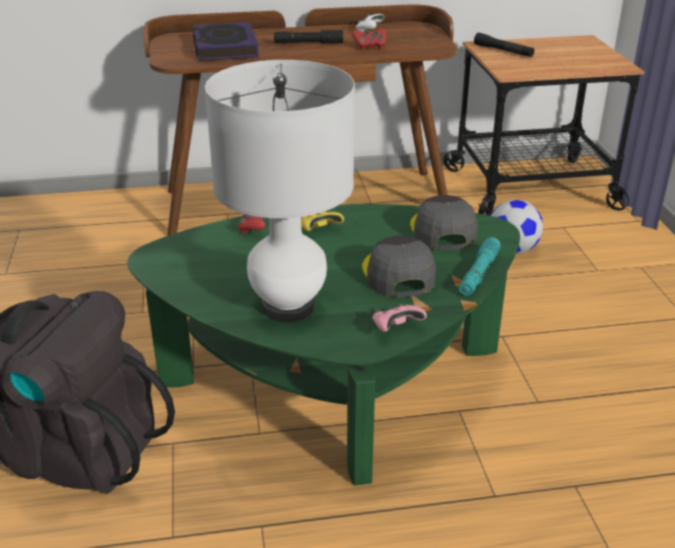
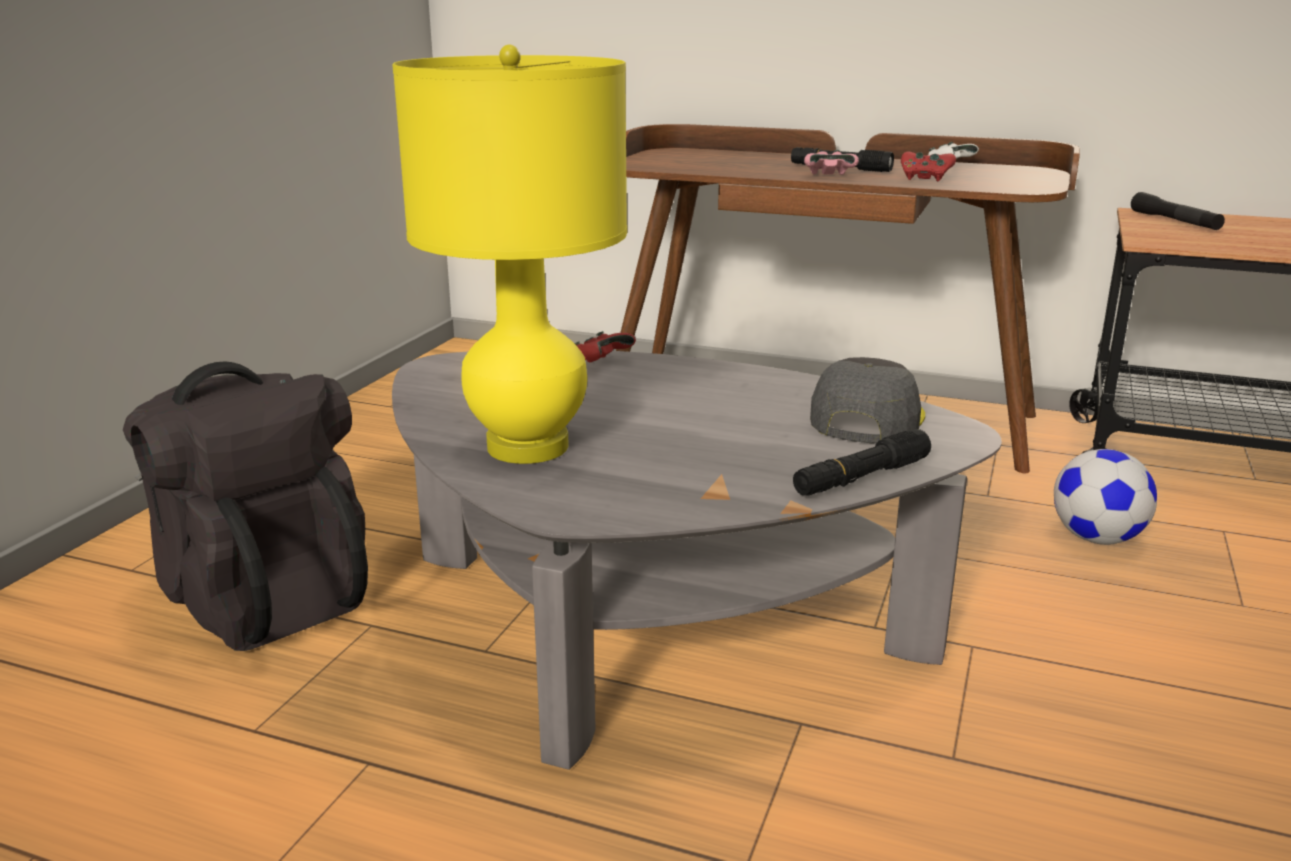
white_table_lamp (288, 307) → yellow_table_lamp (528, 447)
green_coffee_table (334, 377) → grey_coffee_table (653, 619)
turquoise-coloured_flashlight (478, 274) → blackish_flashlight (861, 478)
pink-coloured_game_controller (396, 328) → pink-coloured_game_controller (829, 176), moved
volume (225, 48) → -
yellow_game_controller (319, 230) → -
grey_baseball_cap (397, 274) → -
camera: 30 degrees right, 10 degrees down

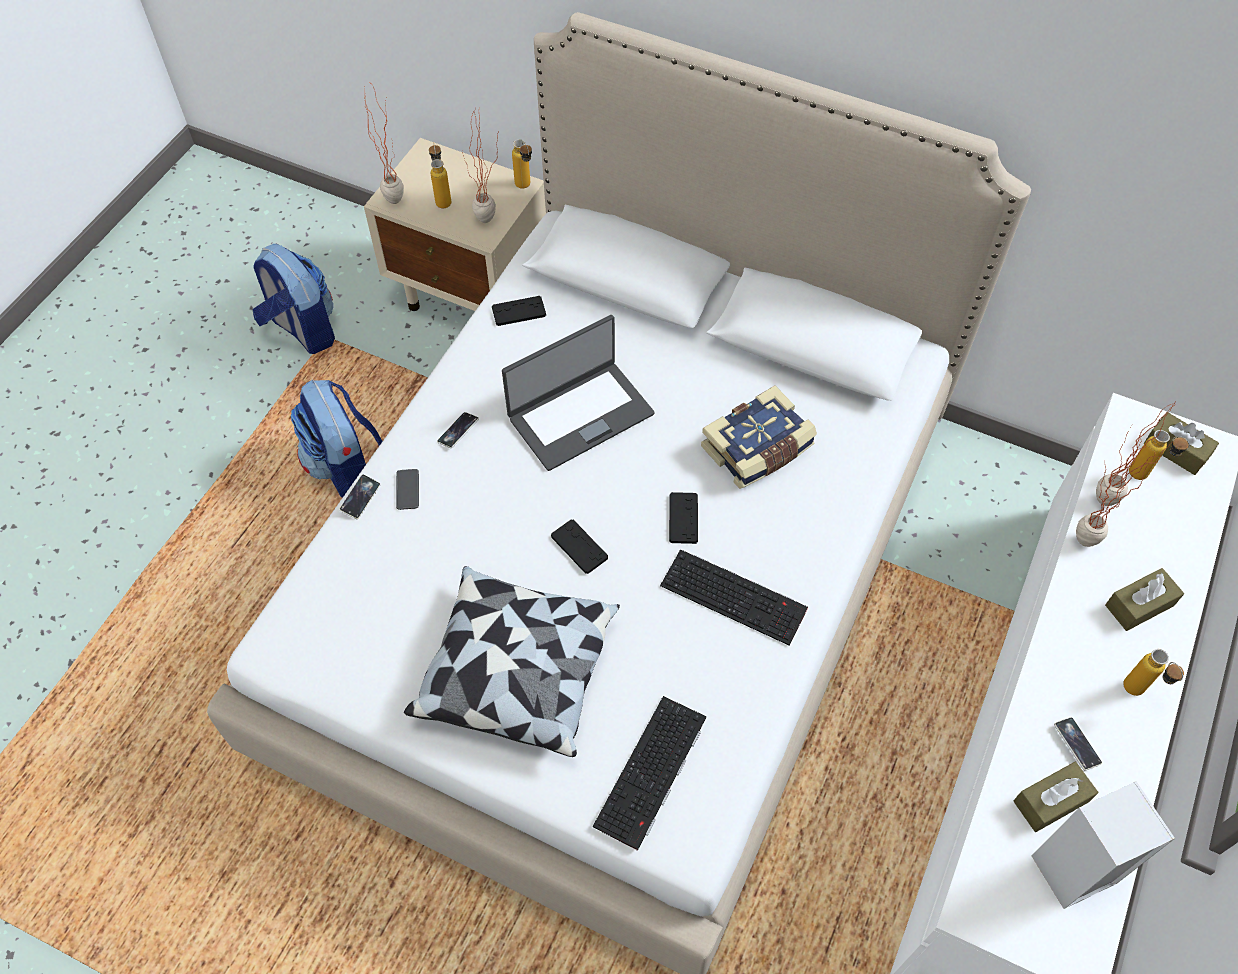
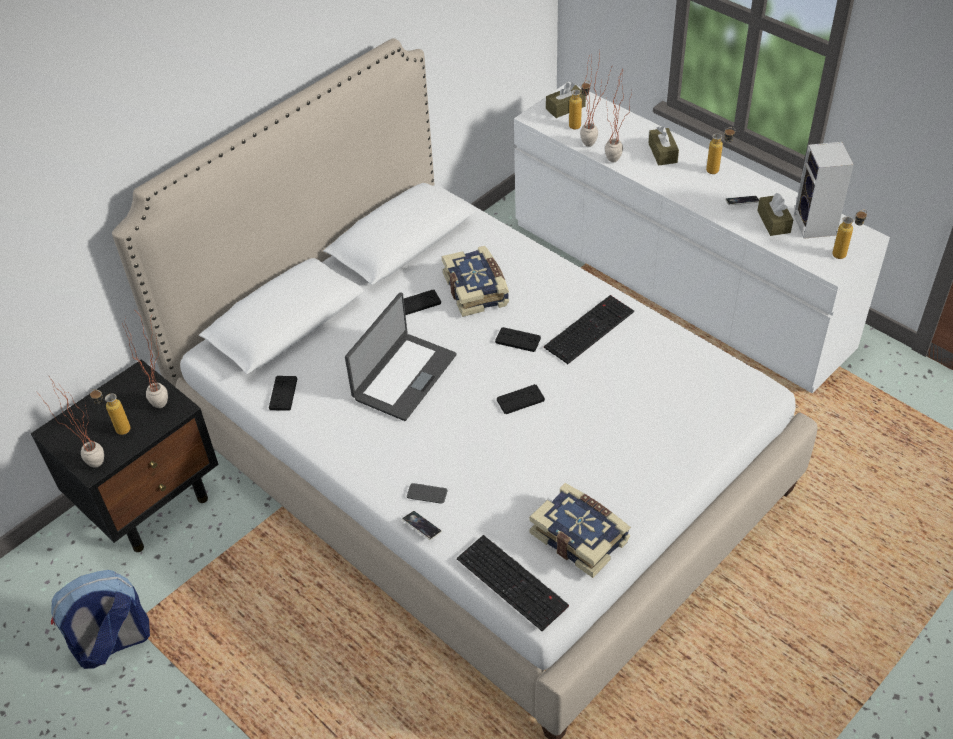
beige-coloured_night_table (471, 294) → blackish_night_table (150, 501)
portable_computer (579, 415) → portable_computer (403, 376), 45 degrees clockwise
- → blackish_game_controller (419, 303)
keyboard (652, 774) → keyboard (514, 582), moved
- → volume (580, 536)
beverage_bottle (525, 188) → beverage_bottle (844, 254), moved
backpack (346, 466) → -
cushion (517, 670) → -
telephone (458, 432) → -
camera: 70 degrees left, 10 degrees down

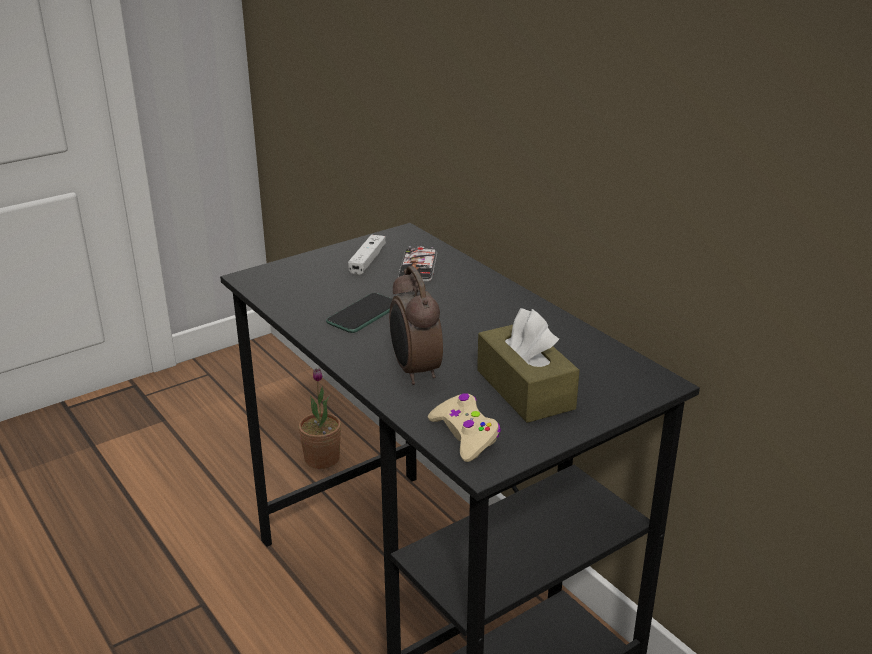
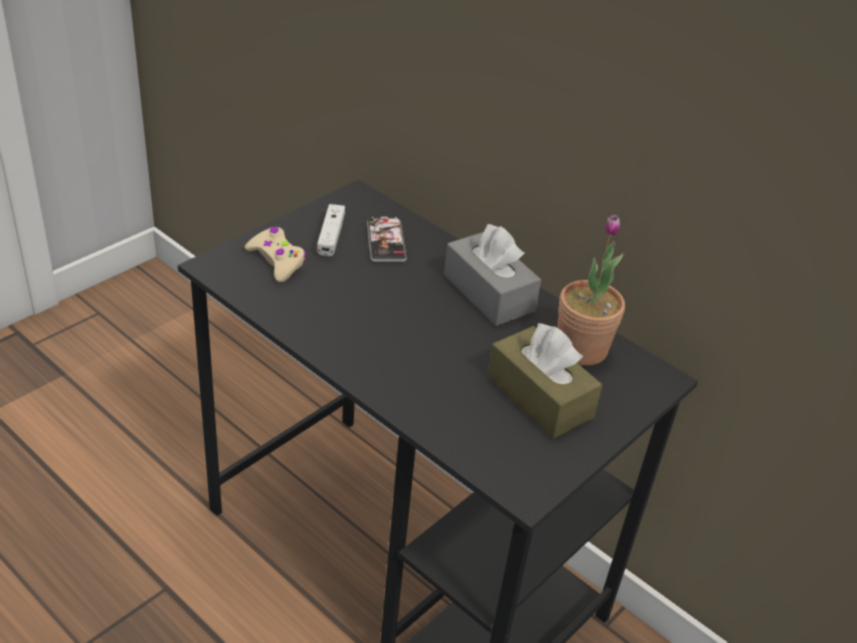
beige-coloured_game_controller (465, 435) → beige-coloured_game_controller (277, 260), moved
- → grey_tissue_box (488, 293)
houseplant (322, 458) → houseplant (581, 349), moved
telephone (363, 314) → -
bedside_clock (414, 371) → -
camera: 15 degrees left, 10 degrees up

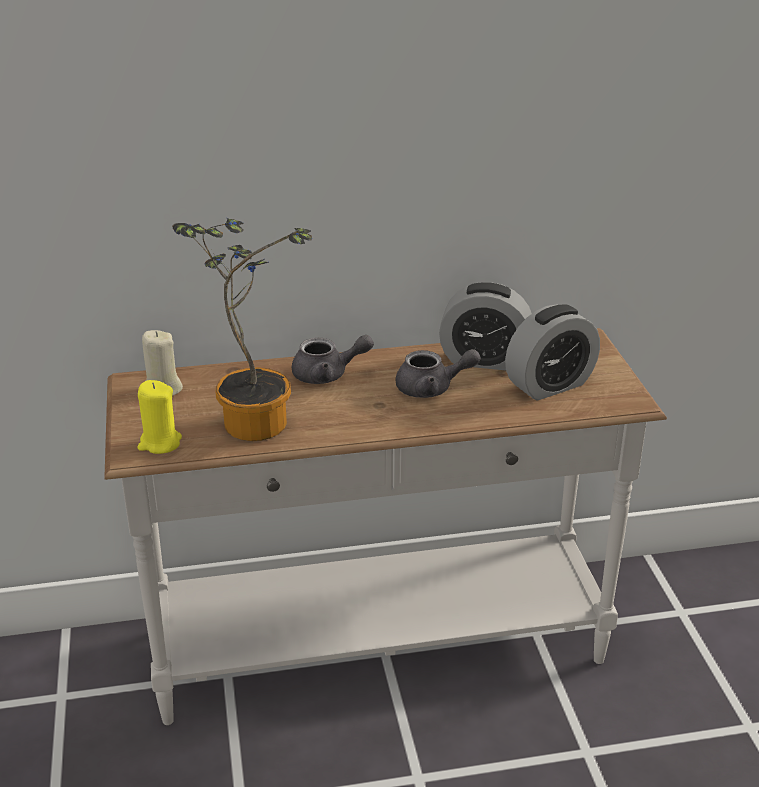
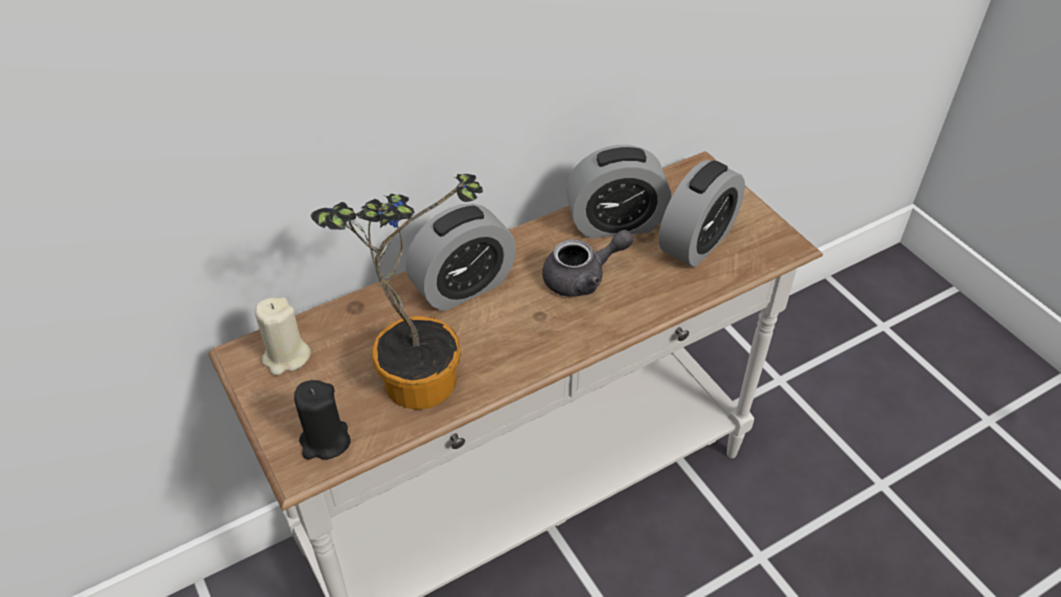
yellow_wax_light (159, 443) → blackish_wax_light (325, 441)
grey_tea_pot (328, 375) → bedside_clock (463, 286)
camera: 20 degrees left, 15 degrees up

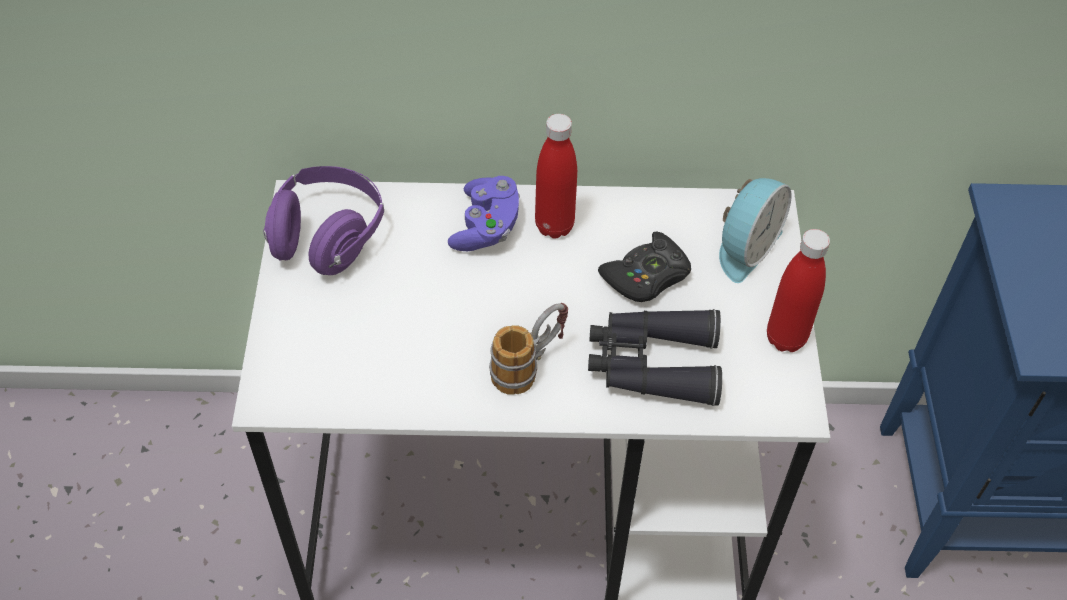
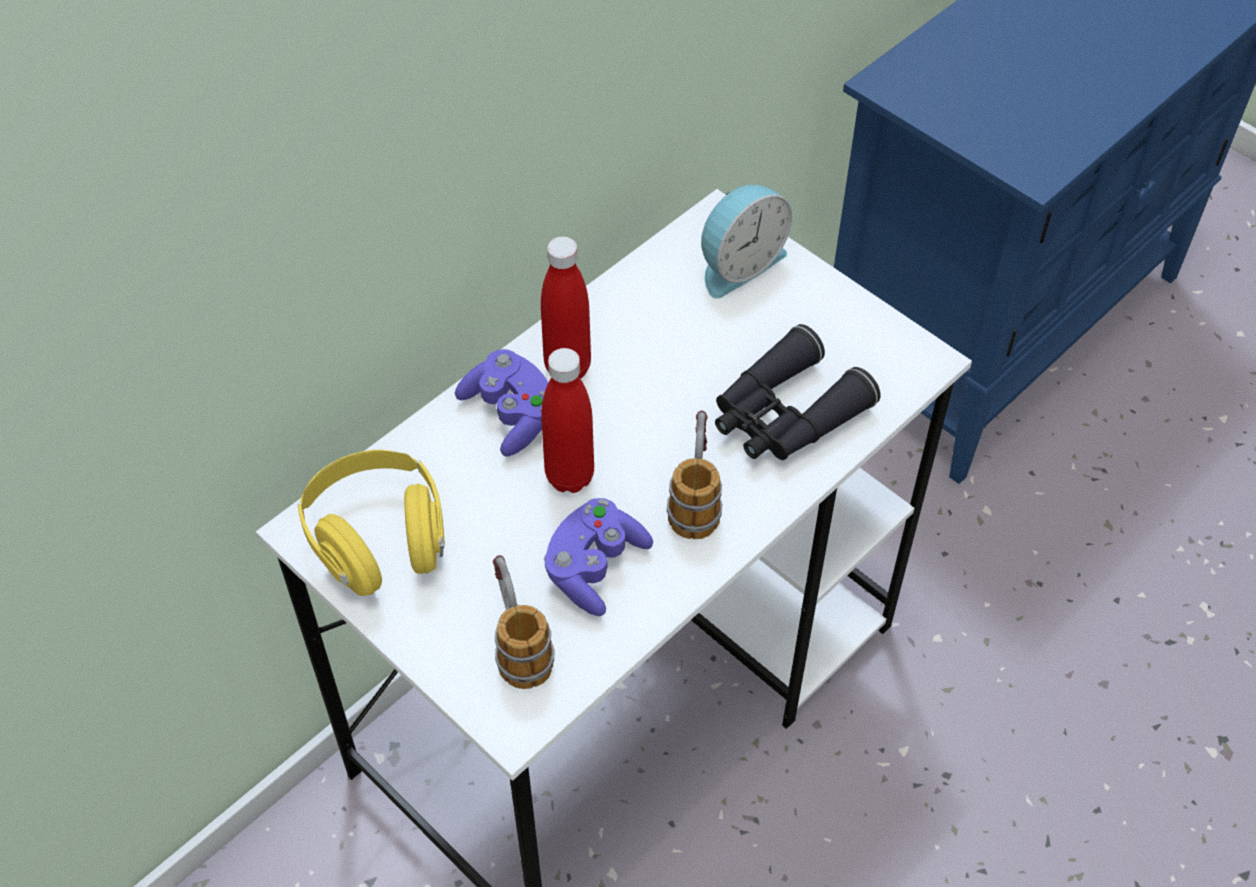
purple-coloured_headset (327, 237) → yellow_headset (379, 541)
- → mug (518, 643)
reddish_beverage_bottle (785, 338) → reddish_beverage_bottle (569, 476), moved
- → purple-coloured_game_controller (594, 568)
bedside_clock (745, 247) → bedside_clock (738, 264), 60 degrees clockwise
blackish_game_controller (646, 276) → -
camera: 45 degrees left, 0 degrees up

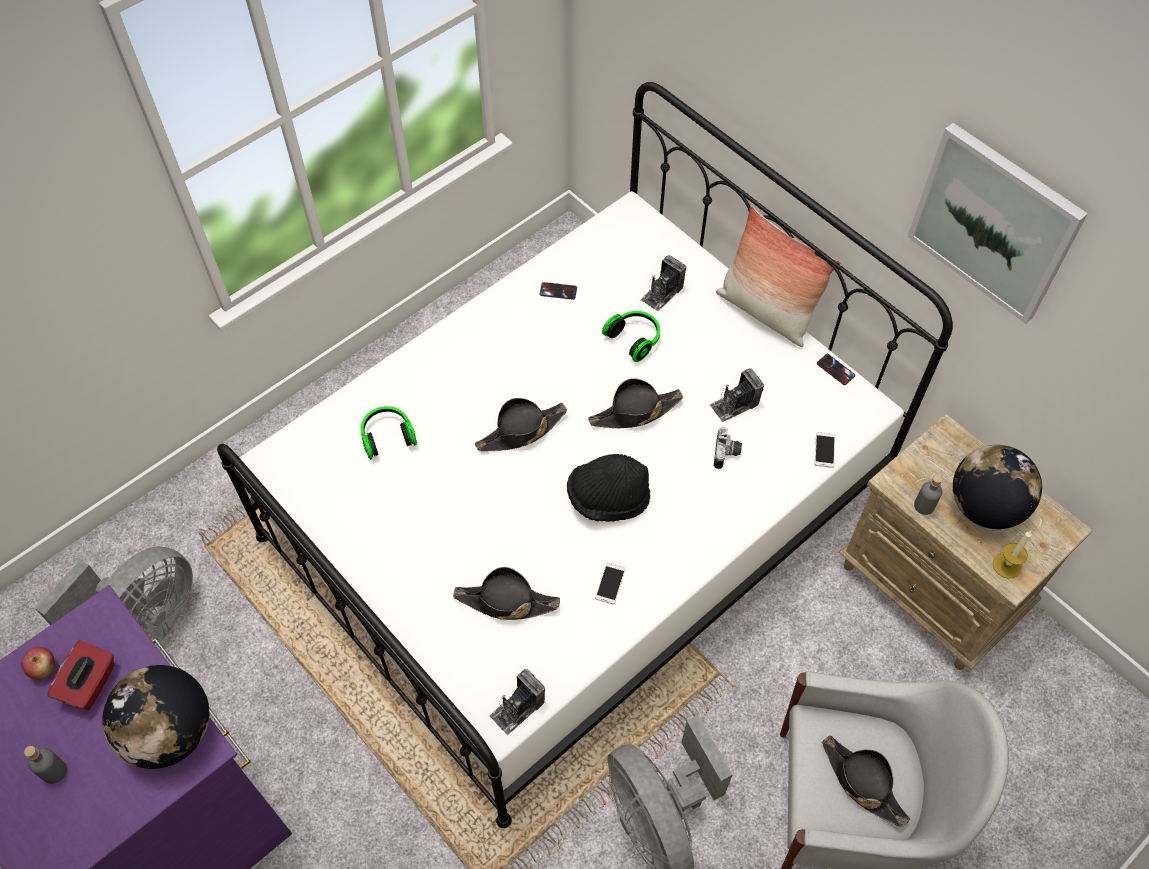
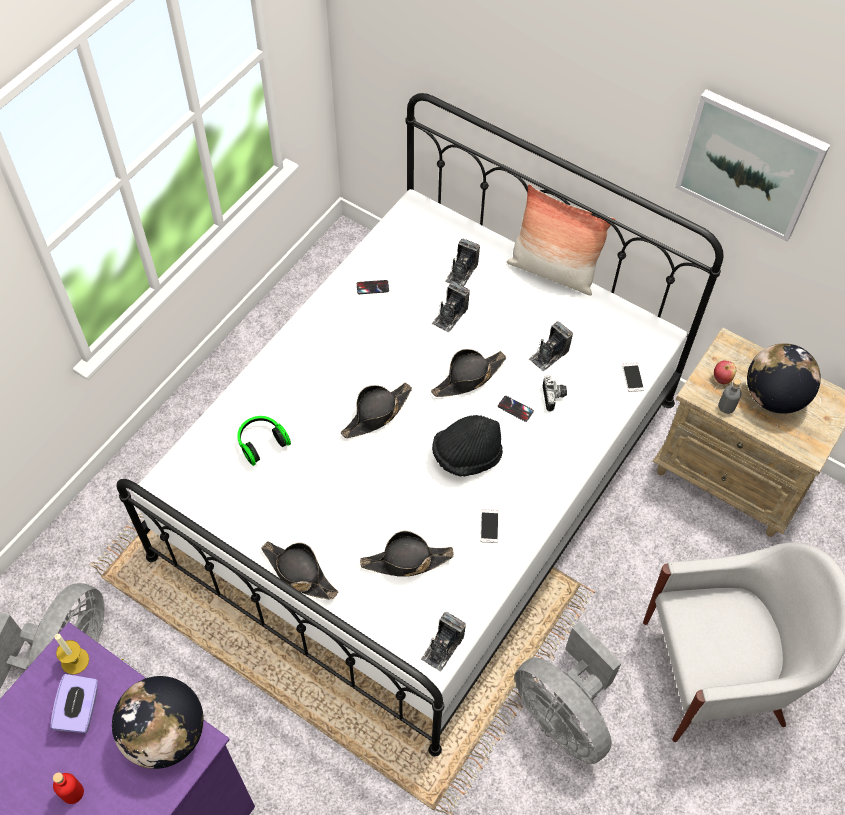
reddish_tissue_box (90, 684) → purple-coloured_tissue_box (80, 710)
grey_beverage_bottle (54, 771) → reddish_beverage_bottle (72, 792)
wax_light (1006, 565) → wax_light (75, 661), moved
blackish_wearable_hat (862, 782) → blackish_wearable_hat (299, 573), moved
headset (635, 339) → still_camera (450, 315)
telephone (835, 369) → telephone (515, 409), moved
whole_apple (44, 669) → whole_apple (722, 378), moved
camera: 15 degrees left, 0 degrees up

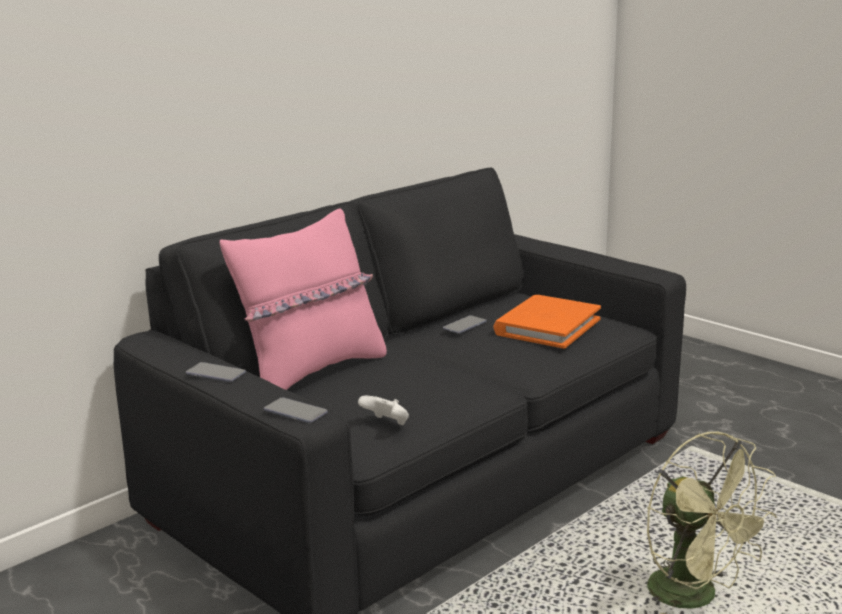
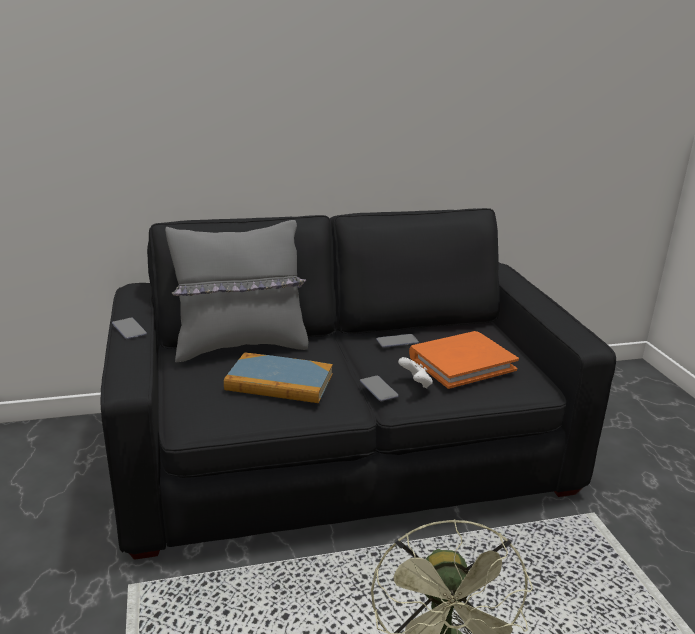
pink-coloured_cushion (312, 372) → grey_cushion (241, 346)
- → volume (279, 382)
telephone (295, 412) → telephone (378, 389), moved
white_game_controller (386, 424) → white_game_controller (416, 383), moved
camera: 30 degrees right, 5 degrees up

